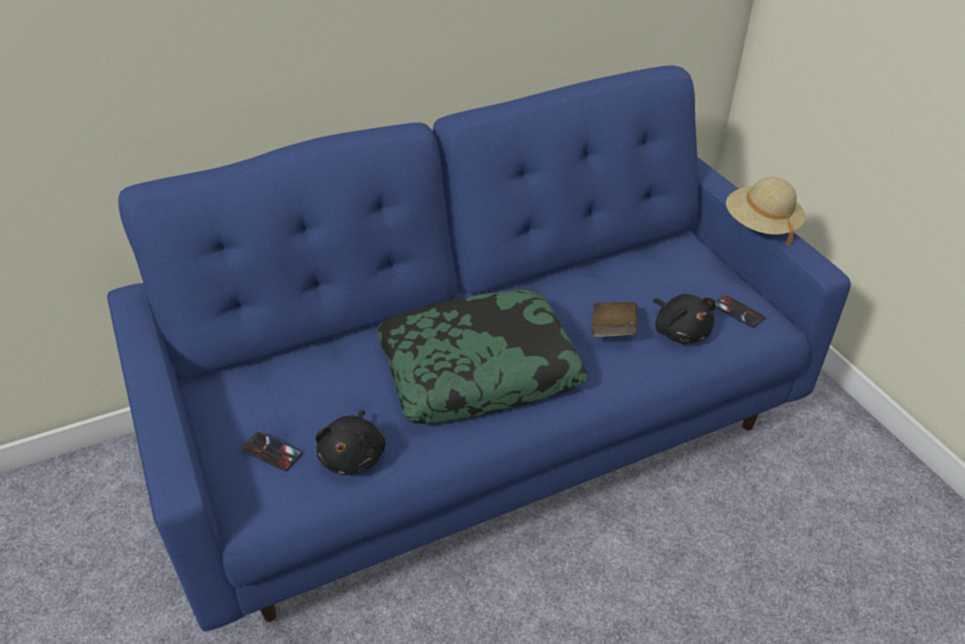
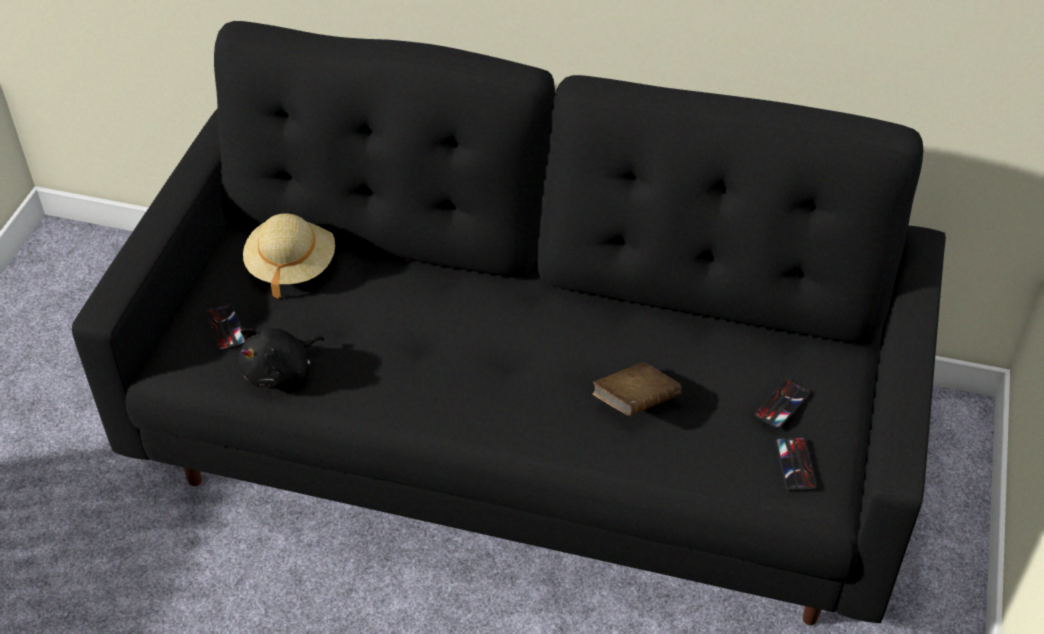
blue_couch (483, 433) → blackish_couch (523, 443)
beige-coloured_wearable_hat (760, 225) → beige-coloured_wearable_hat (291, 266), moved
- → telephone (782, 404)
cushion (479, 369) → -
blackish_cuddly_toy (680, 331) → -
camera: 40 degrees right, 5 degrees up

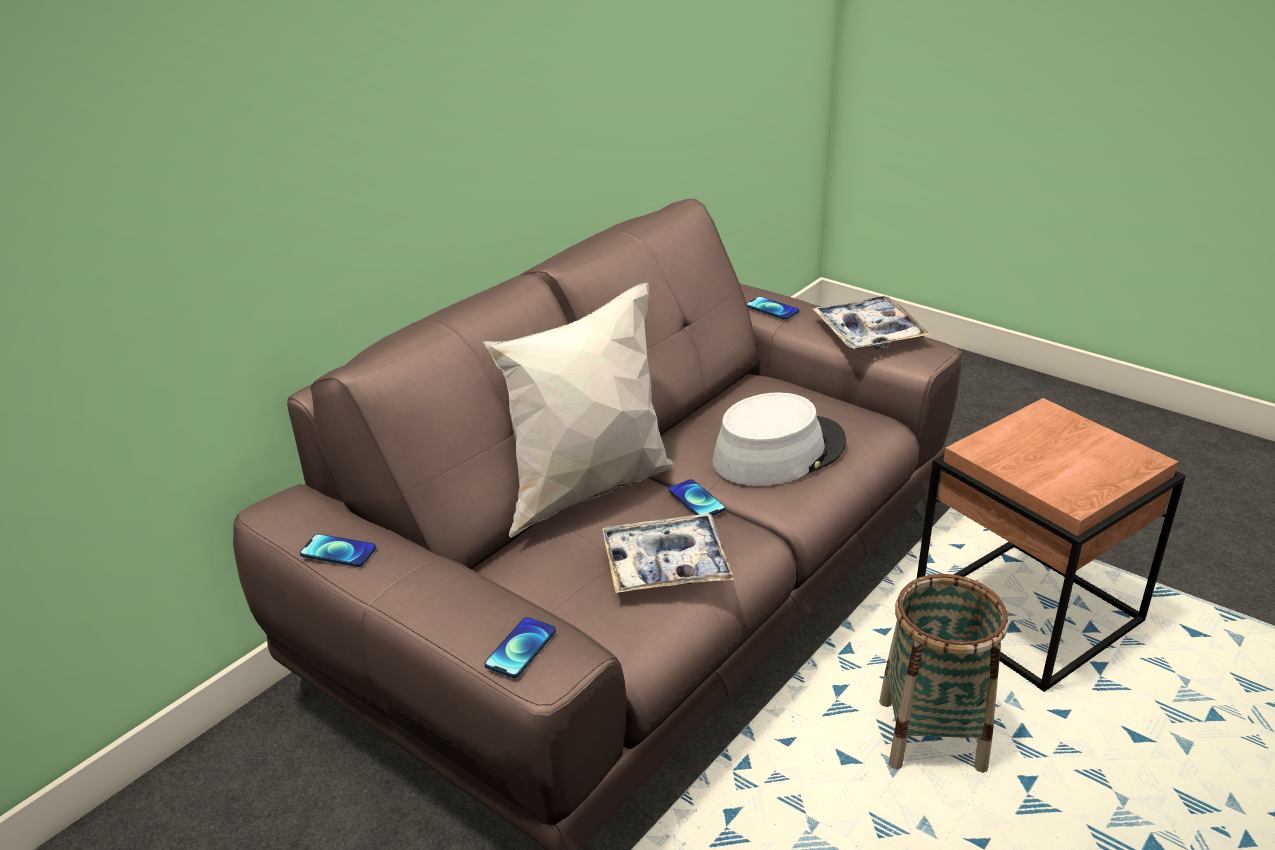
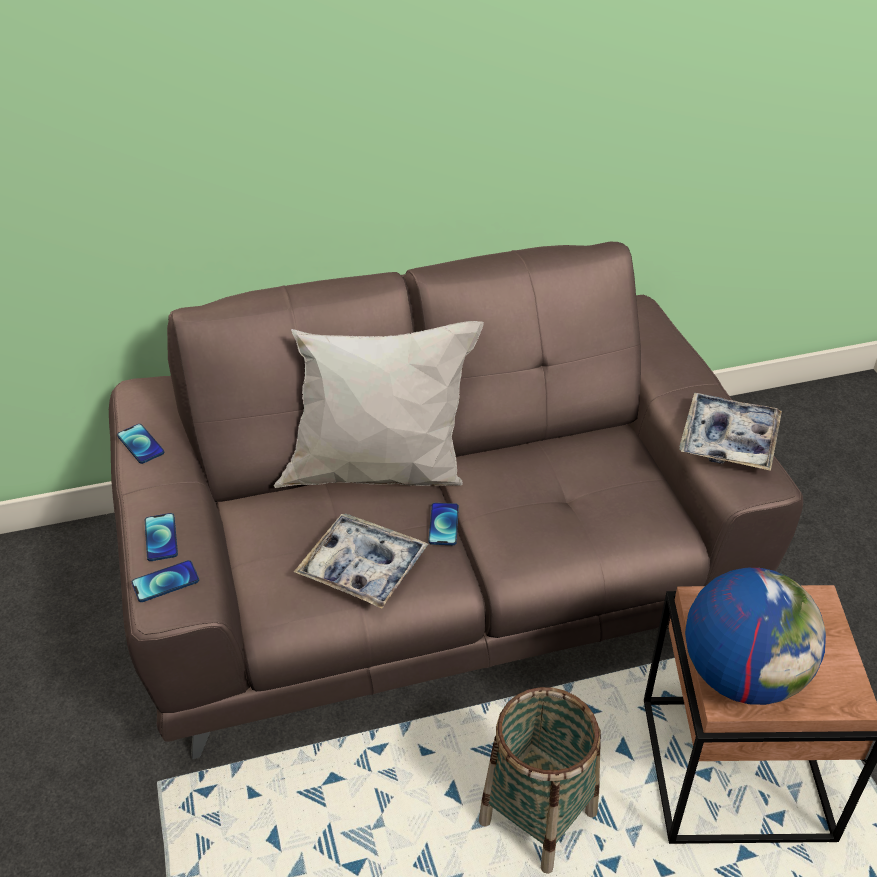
telephone (772, 309) → telephone (161, 538), moved
- → desk_globe (742, 675)
grey_wearable_hat (778, 452) → -
camera: 35 degrees right, 10 degrees up

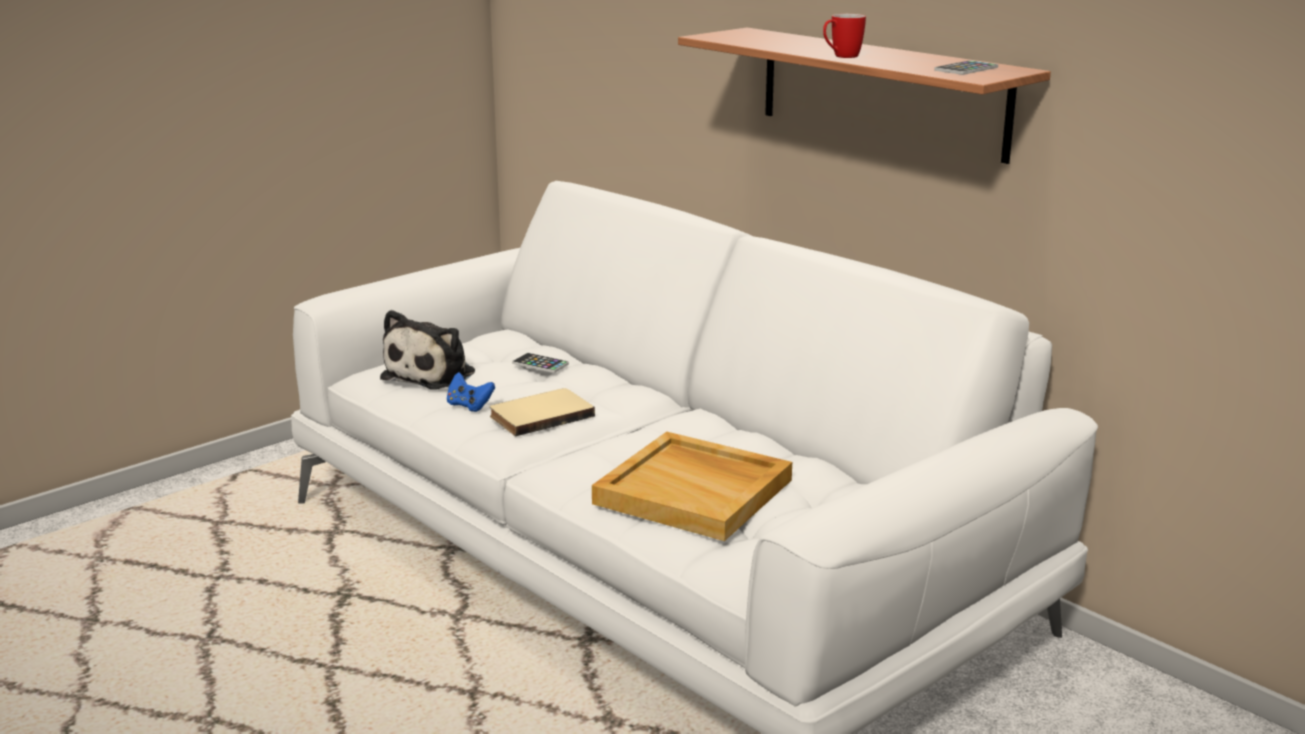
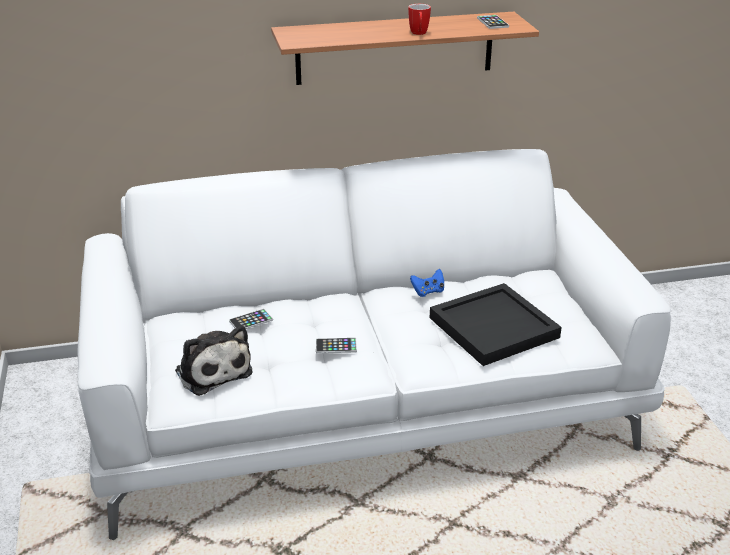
beige-coloured_volume (540, 415) → telephone (336, 346)
blue_game_controller (469, 406) → blue_game_controller (428, 291), moved
beige-coloured_tray (695, 491) → blackish_tray (493, 327)
camera: 60 degrees left, 10 degrees up

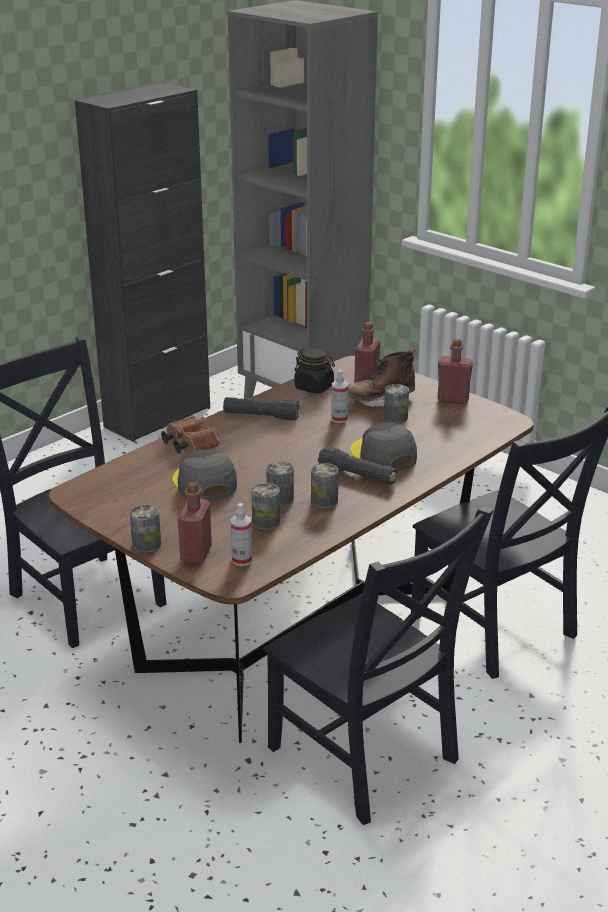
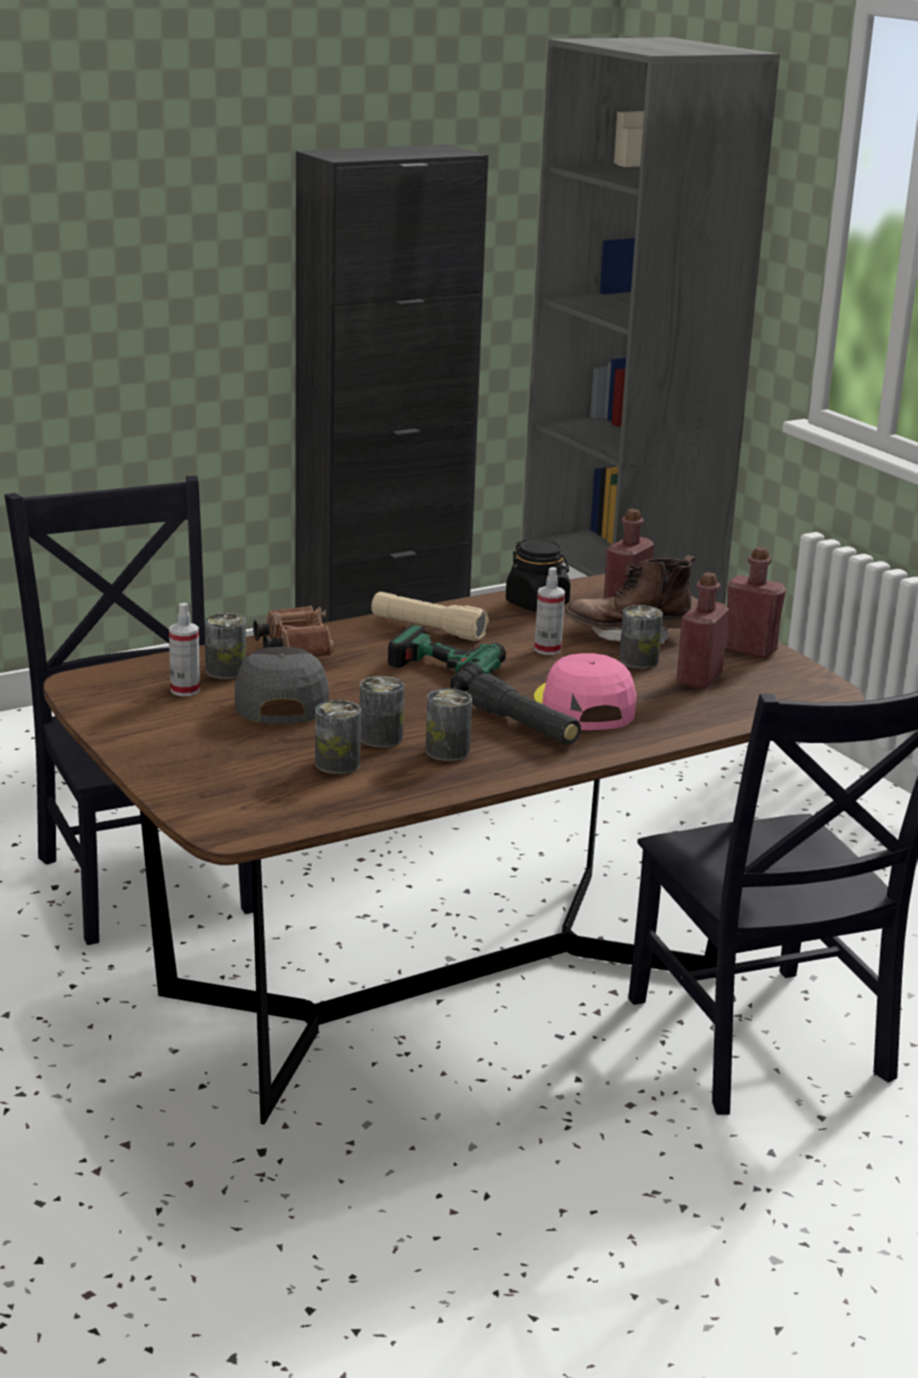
spray_bottle (242, 560) → spray_bottle (185, 690), moved
can (146, 544) → can (226, 671), moved
blackish_flashlight (261, 416) → beige-coloured_flashlight (428, 629)
- → drill (433, 678)
grey_baseball_cap (383, 455) → pink-coloured_baseball_cap (583, 706)
reddish_beverage_bottle (196, 554) → reddish_beverage_bottle (699, 679), moved
blackish_plain_chair (367, 759) → -
camera: 15 degrees right, 5 degrees down

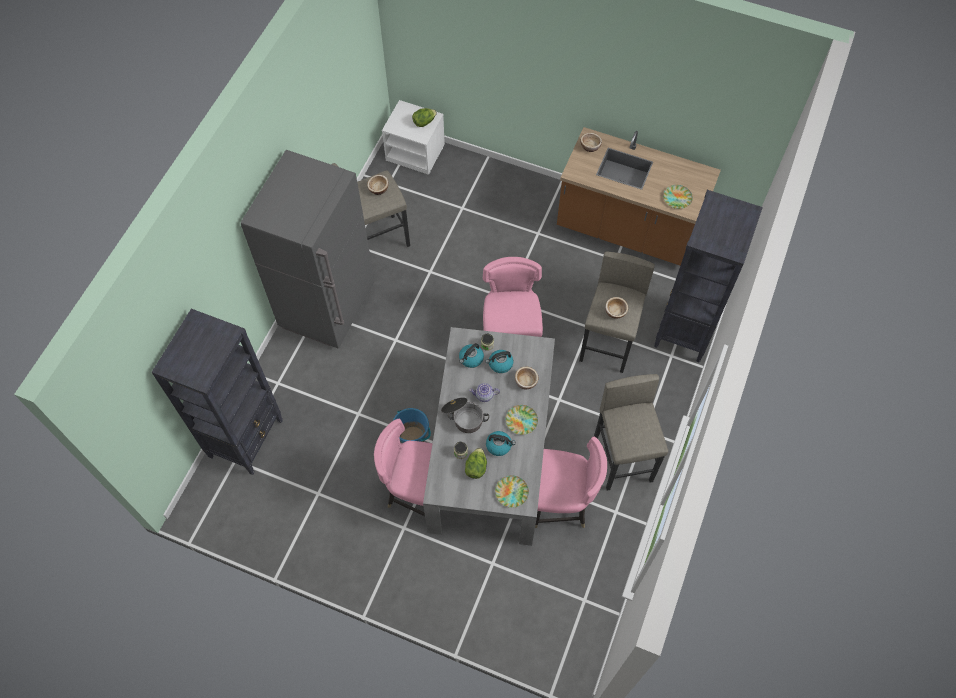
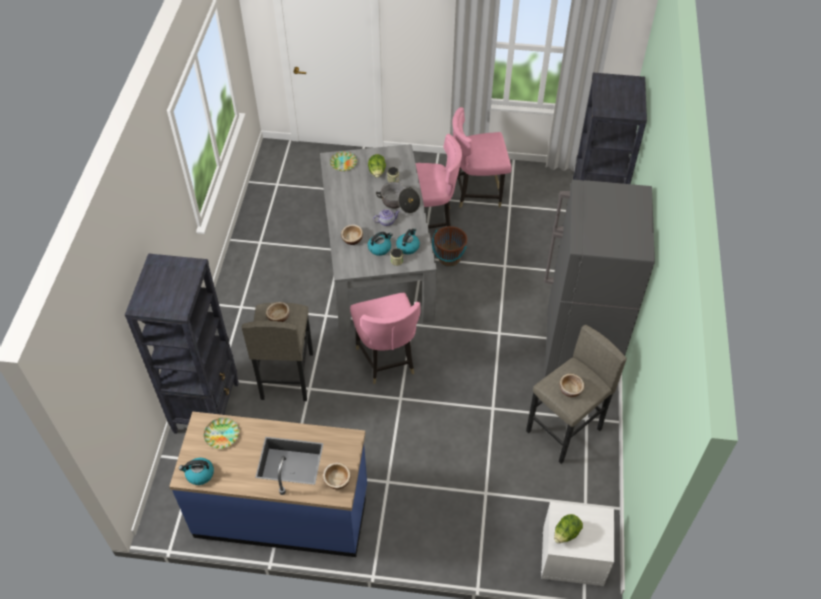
brown_kitchen_base_unit (627, 230) → blue_kitchen_base_unit (282, 511)
kettle (499, 445) → kettle (199, 474), moved
blue_pail (412, 437) → brown_pail (449, 258)
pink-coloured_plain_chair (560, 504) → pink-coloured_plain_chair (477, 192), moved
flat_dish (521, 420) → -
grey_sitting_stool (623, 459) → -
camera: 165 degrees right, 10 degrees down

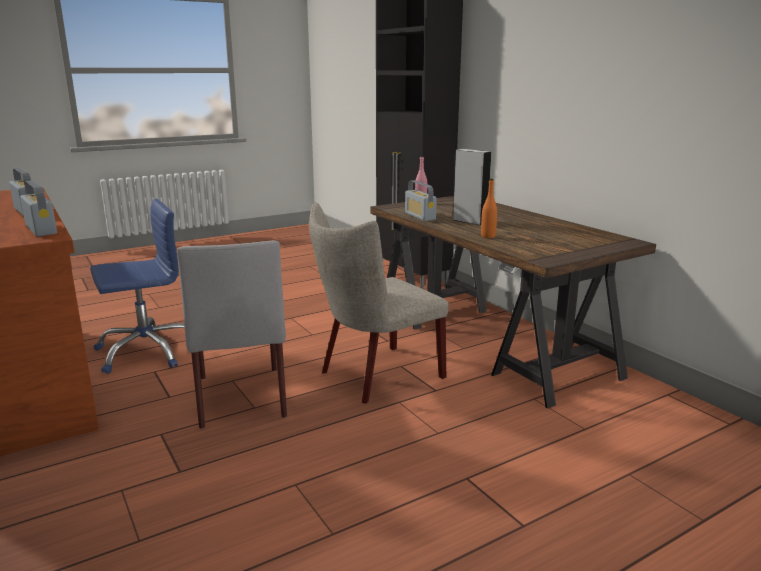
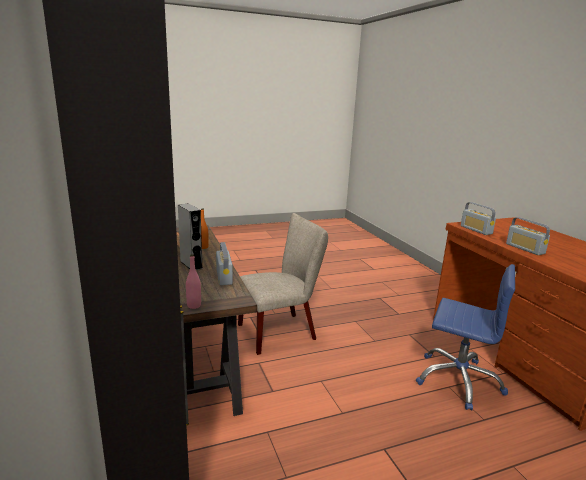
blue_office_chair (147, 351) → blue_office_chair (458, 380), 135 degrees counterclockwise
grey_plain_chair (241, 395) → -
camera: 170 degrees left, 0 degrees up

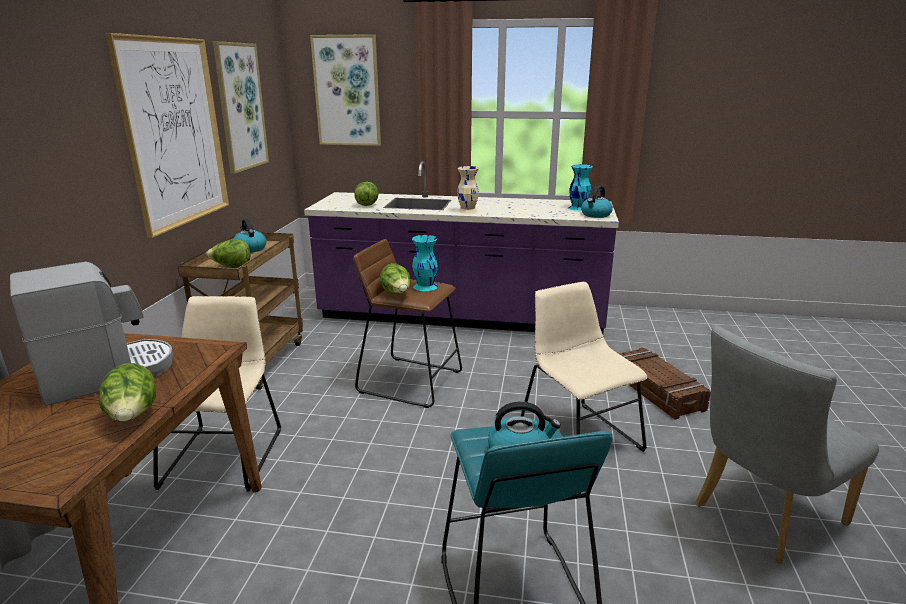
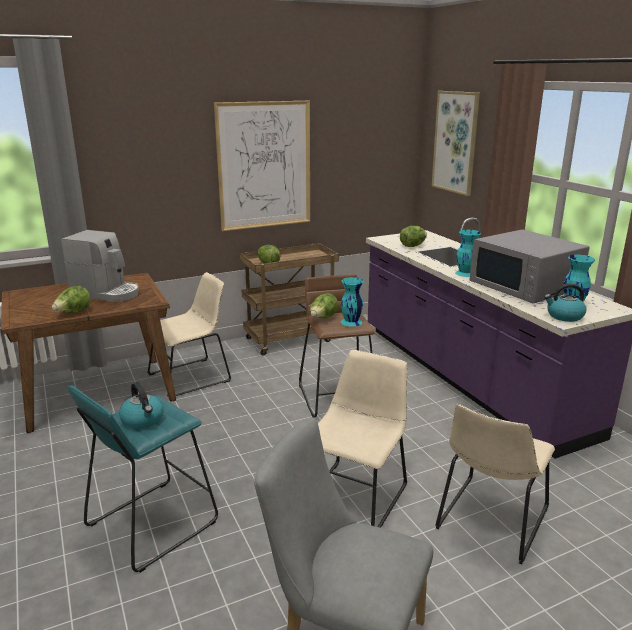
shipping_crate (655, 390) → beige-coloured_plain_chair (490, 521)
beige-coloured_vase (468, 210) → turquoise-coloured_vase (466, 273)
- → grey_microwave_oven (525, 286)
picture (240, 107) → -
kettle (250, 249) → -
camera: 55 degrees right, 0 degrees up

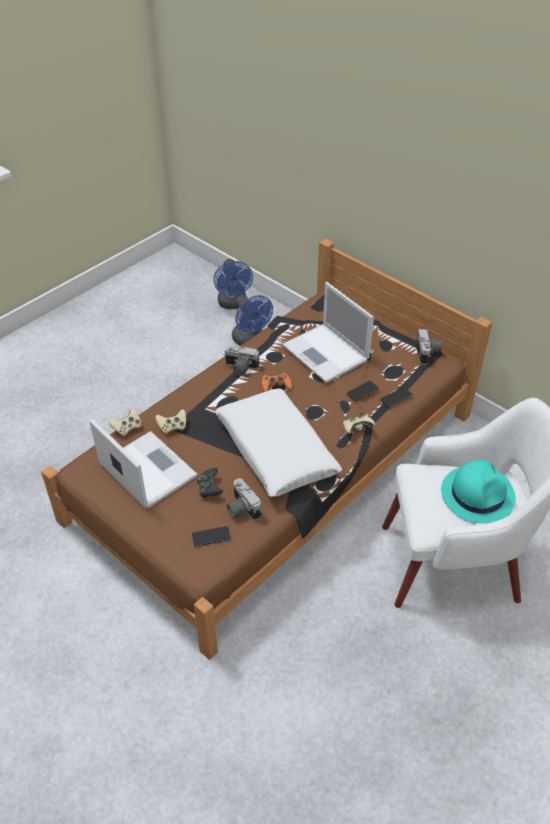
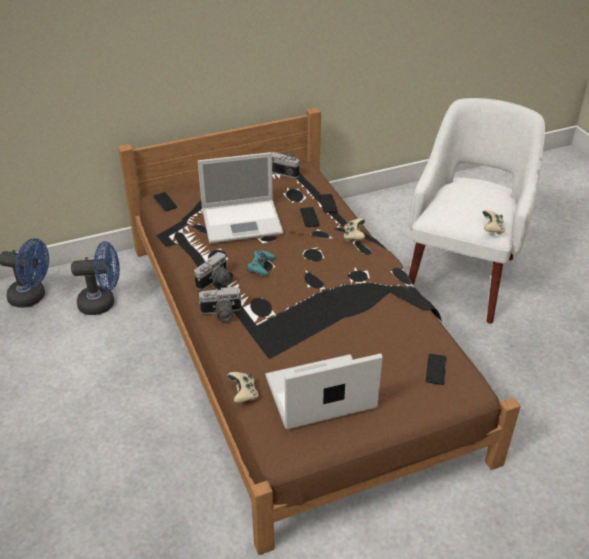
still_camera (241, 509) → still_camera (221, 314), moved
orange_game_controller (276, 385) → turquoise-coloured_game_controller (261, 266)
beige-coloured_game_controller (172, 427) → beige-coloured_game_controller (492, 229), moved
blackish_game_controller (209, 489) → -
white_cushion (275, 450) → -
turquoise-coloured_wearable_hat (477, 494) → -
camera: 65 degrees left, 5 degrees down

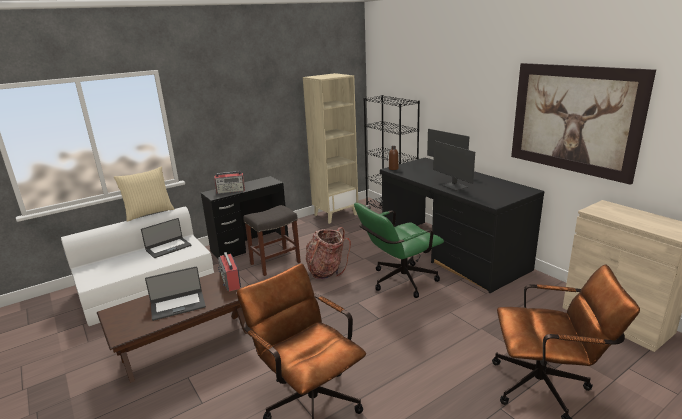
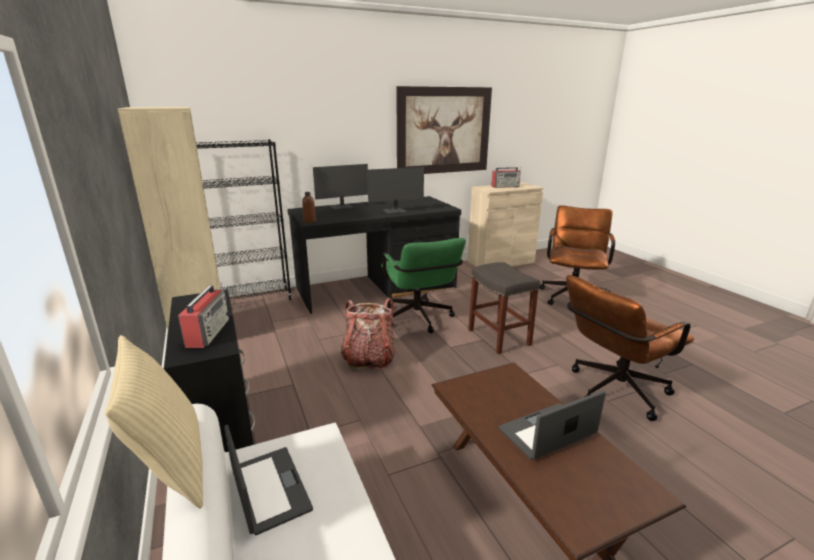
grey_sitting_stool (275, 263) → grey_sitting_stool (500, 337), moved
radio_receiver (231, 281) → radio_receiver (505, 186), moved
portable_computer (178, 305) → portable_computer (548, 432), 105 degrees counterclockwise
camera: 80 degrees left, 0 degrees up

